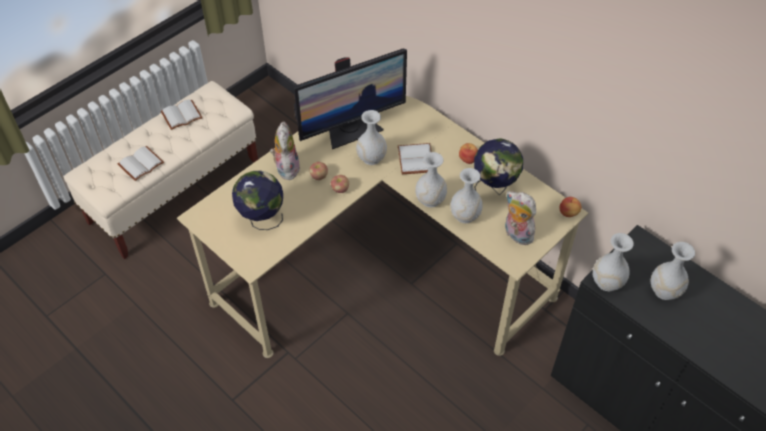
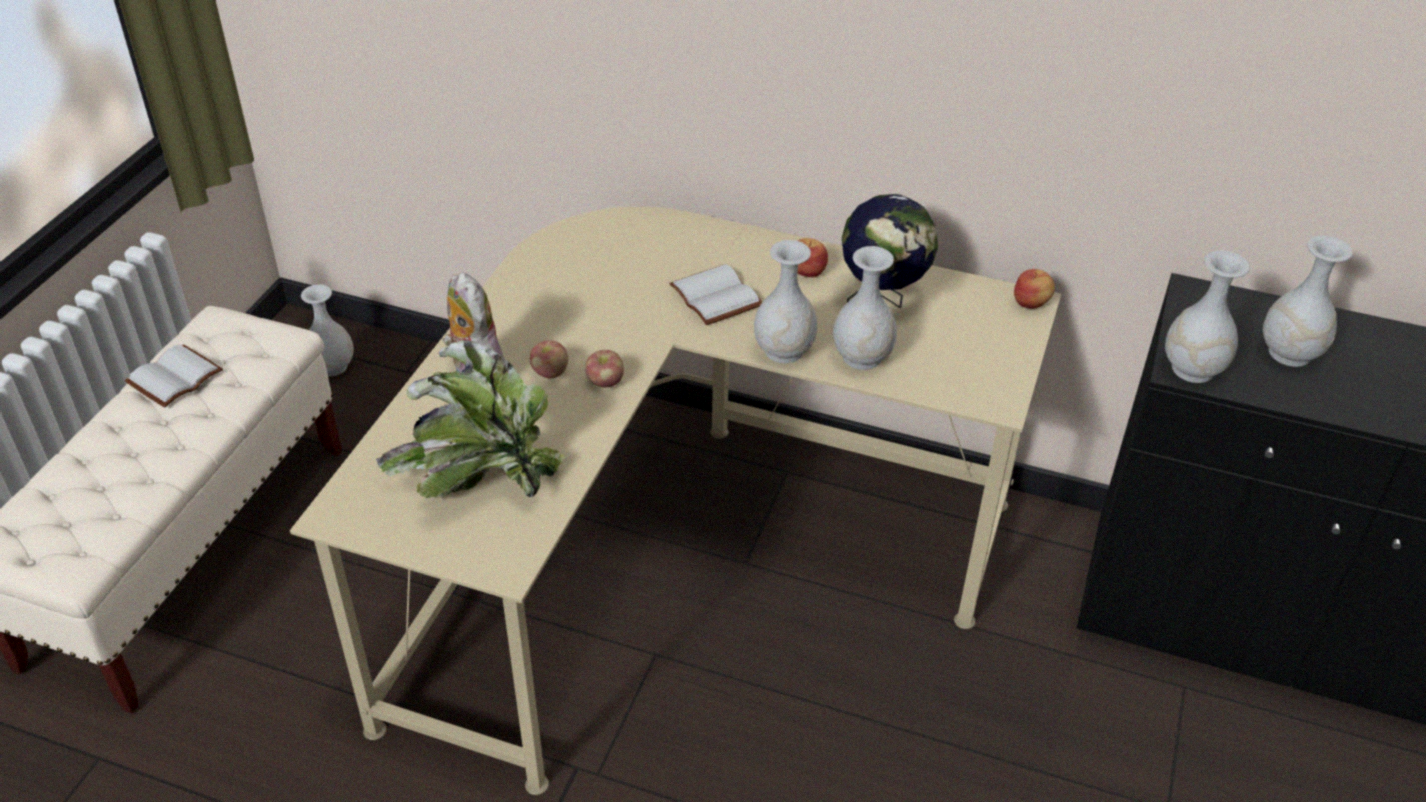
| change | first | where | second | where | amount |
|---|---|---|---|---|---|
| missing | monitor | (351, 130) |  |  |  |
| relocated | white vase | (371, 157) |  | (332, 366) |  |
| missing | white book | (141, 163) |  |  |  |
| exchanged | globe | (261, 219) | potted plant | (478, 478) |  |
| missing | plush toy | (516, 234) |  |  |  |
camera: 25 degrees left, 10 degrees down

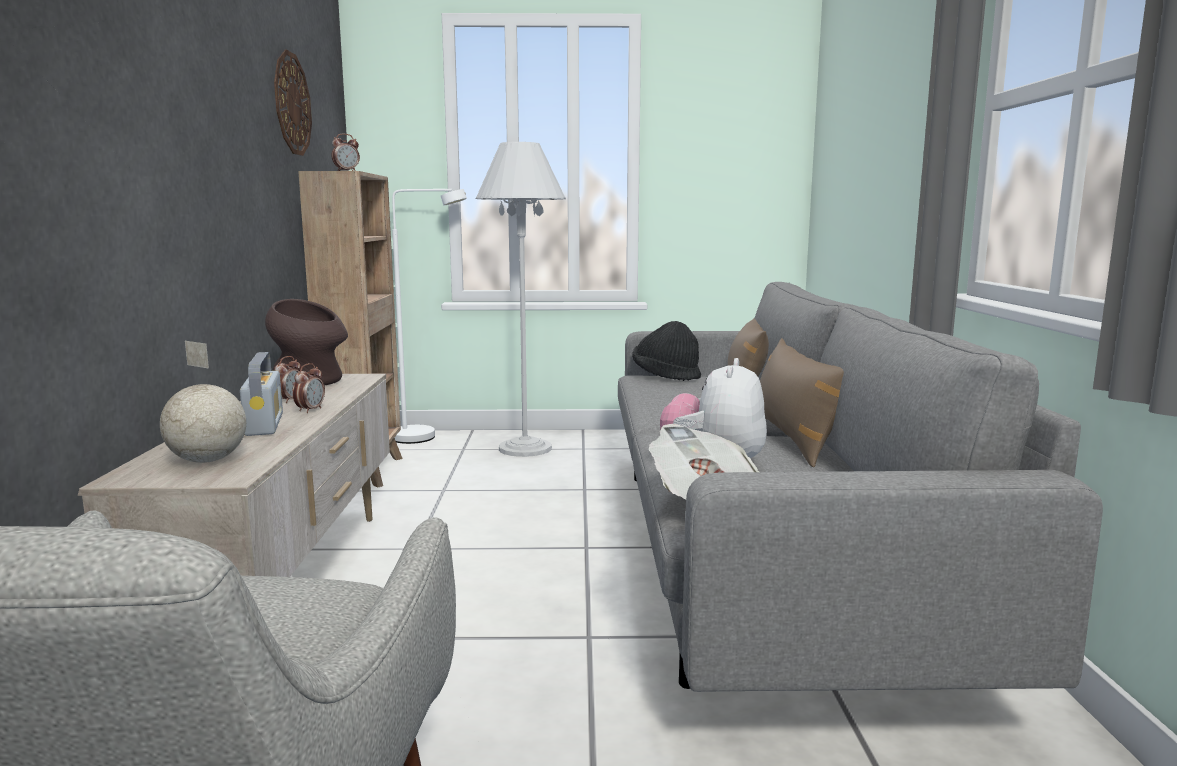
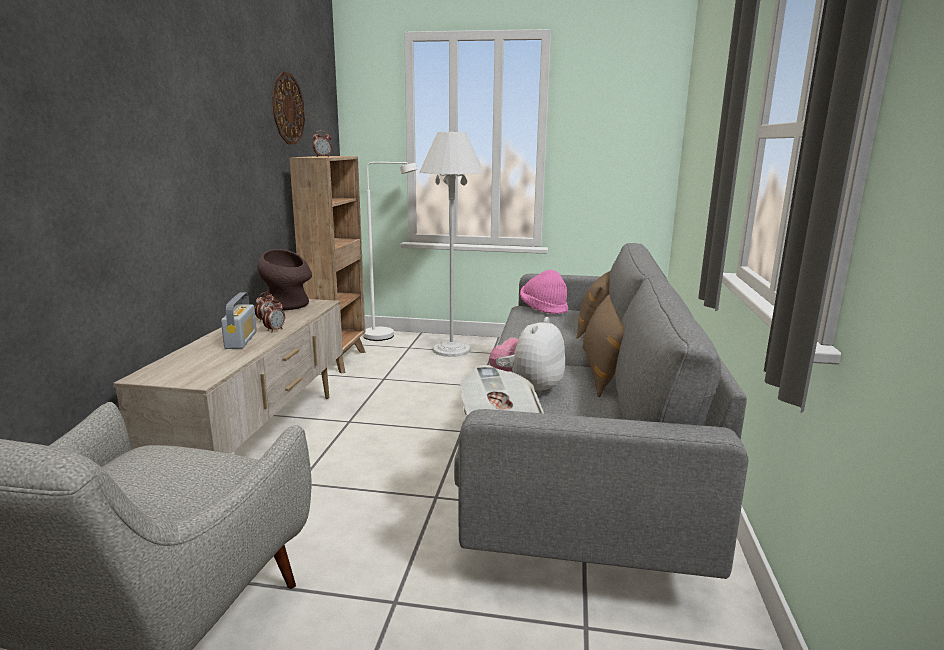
| change | first | where | second | where | amount |
|---|---|---|---|---|---|
| colour | black hat | (666, 376) | pink hat | (543, 309) |  |
| missing | globe | (207, 461) |  |  |  |
camera: 10 degrees right, 5 degrees up

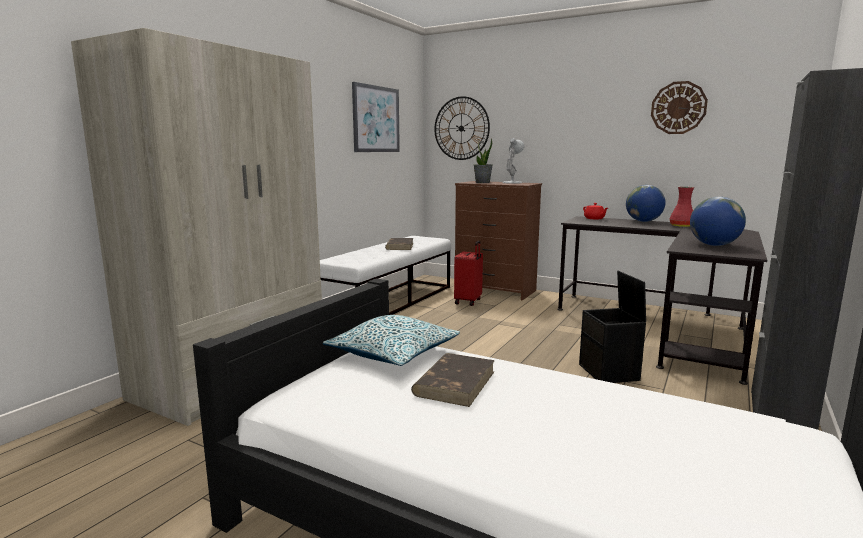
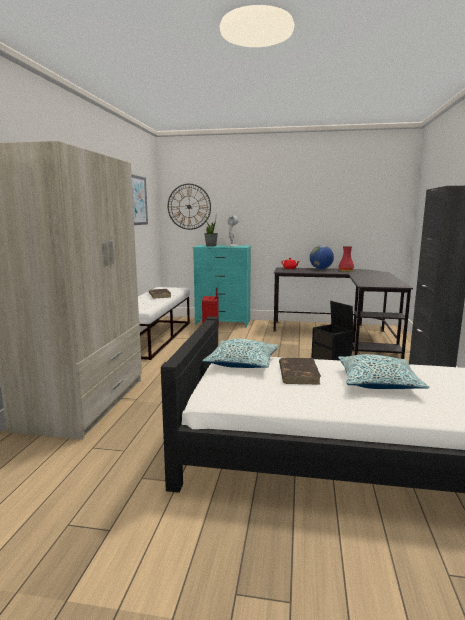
| change | first | where | second | where | amount |
|---|---|---|---|---|---|
| missing | wall clock | (678, 108) |  |  |  |
| colour | brown dresser | (495, 290) | turquoise dresser | (223, 322) |  |
| missing | globe | (714, 245) |  |  |  |
| appeared |  |  | pillow | (378, 382) |  |
camera: 20 degrees left, 0 degrees up

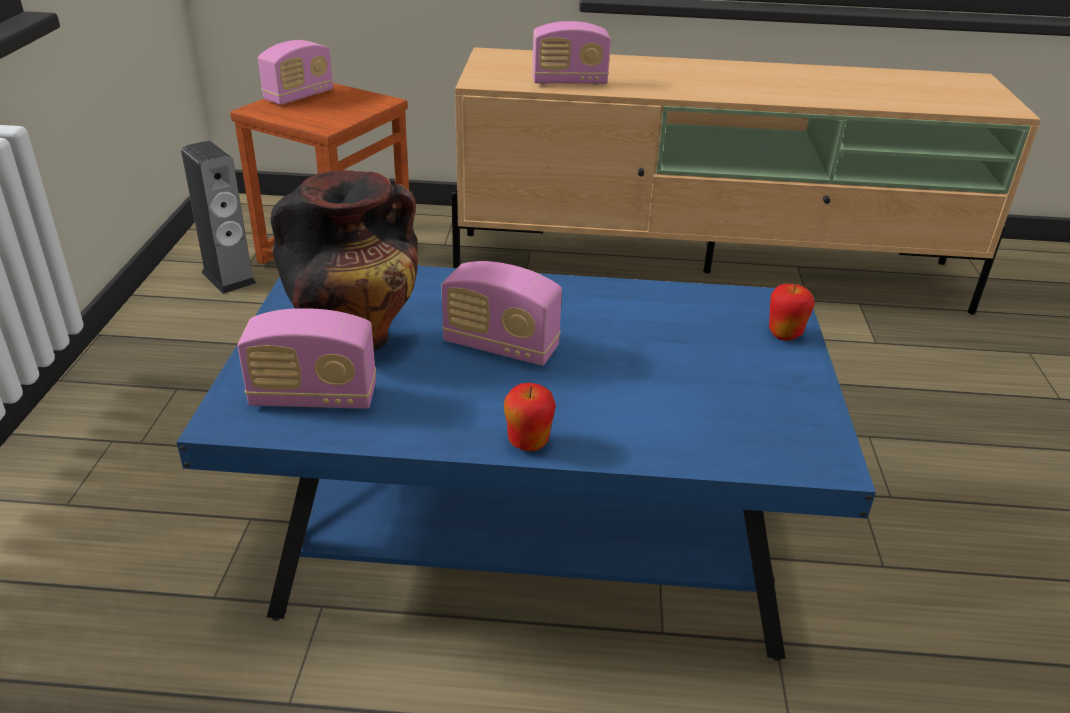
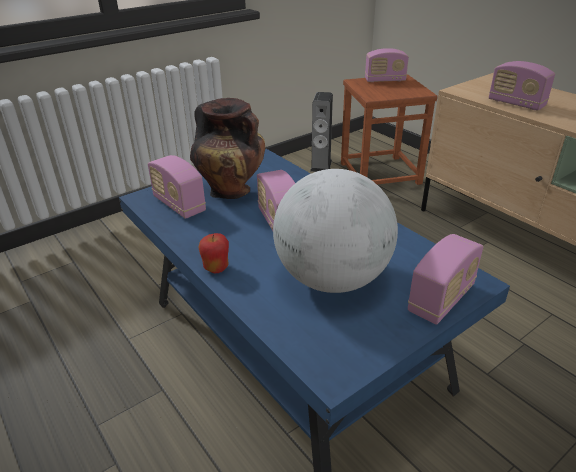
| change | first | where | second | where | amount |
|---|---|---|---|---|---|
| exchanged | apple | (784, 334) | radio | (441, 299) |  |
| appeared |  |  | globe | (332, 278) |  |
camera: 50 degrees right, 0 degrees up

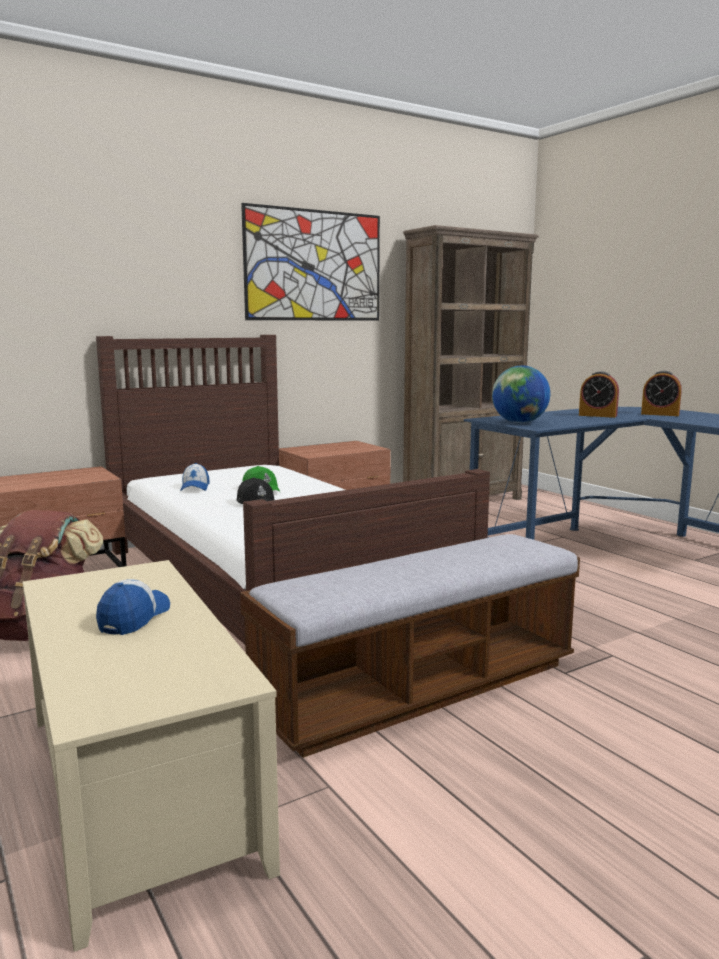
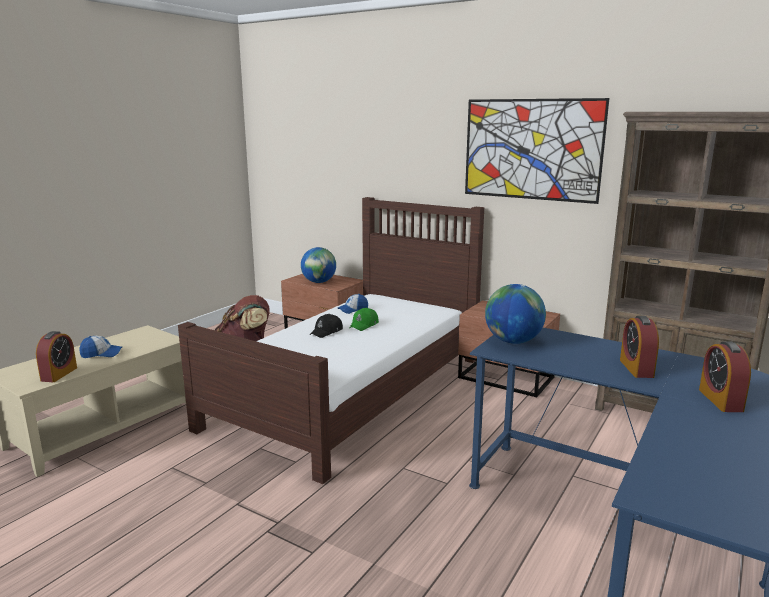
| change | first | where | second | where | amount |
|---|---|---|---|---|---|
| missing | bench | (420, 688) |  |  |  |
| appeared |  |  | globe | (319, 282) |  |
| appeared |  |  | alarm clock | (59, 374) |  |
camera: 65 degrees right, 5 degrees up

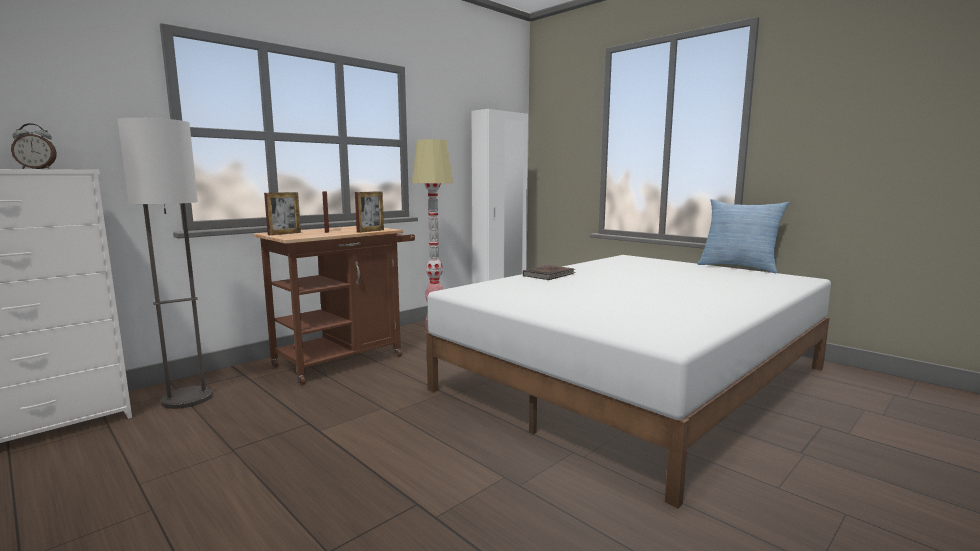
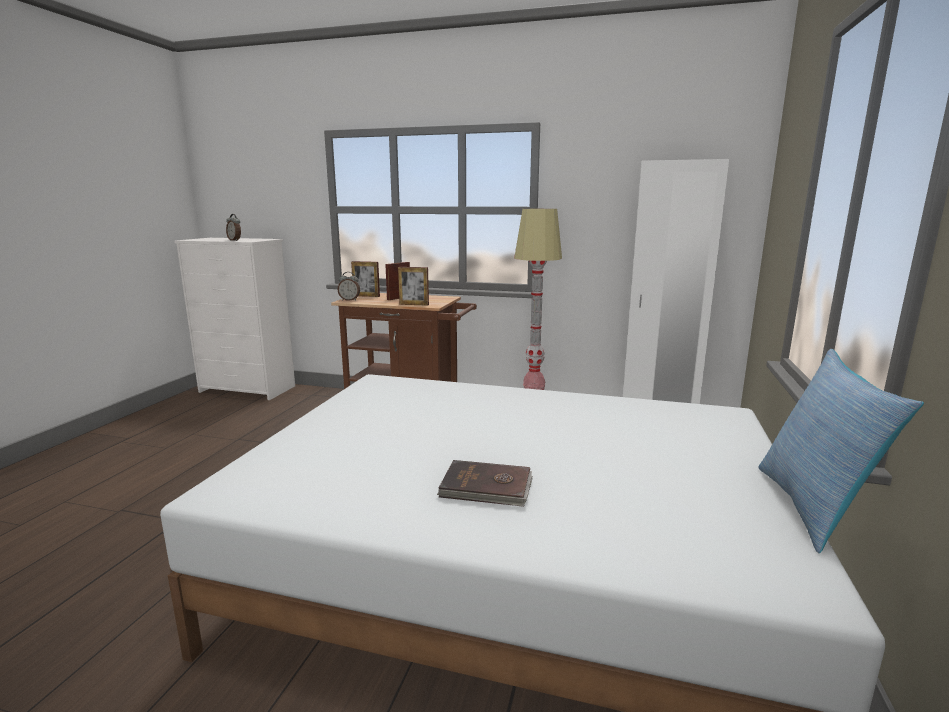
| change | first | where | second | where | amount |
|---|---|---|---|---|---|
| missing | floor lamp | (187, 399) |  |  |  |
| relocated | brown book | (549, 275) |  | (486, 487) |  |
| appeared |  |  | alarm clock | (349, 300) |  |
camera: 60 degrees right, 5 degrees up

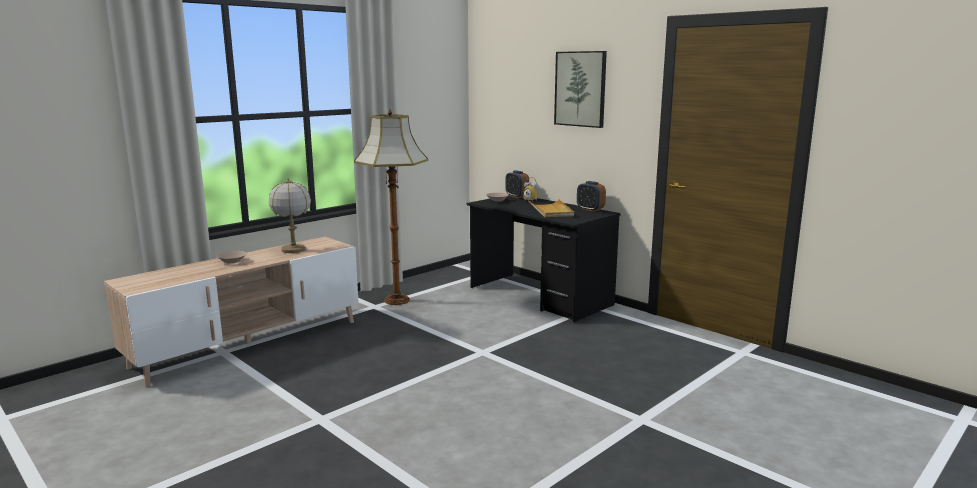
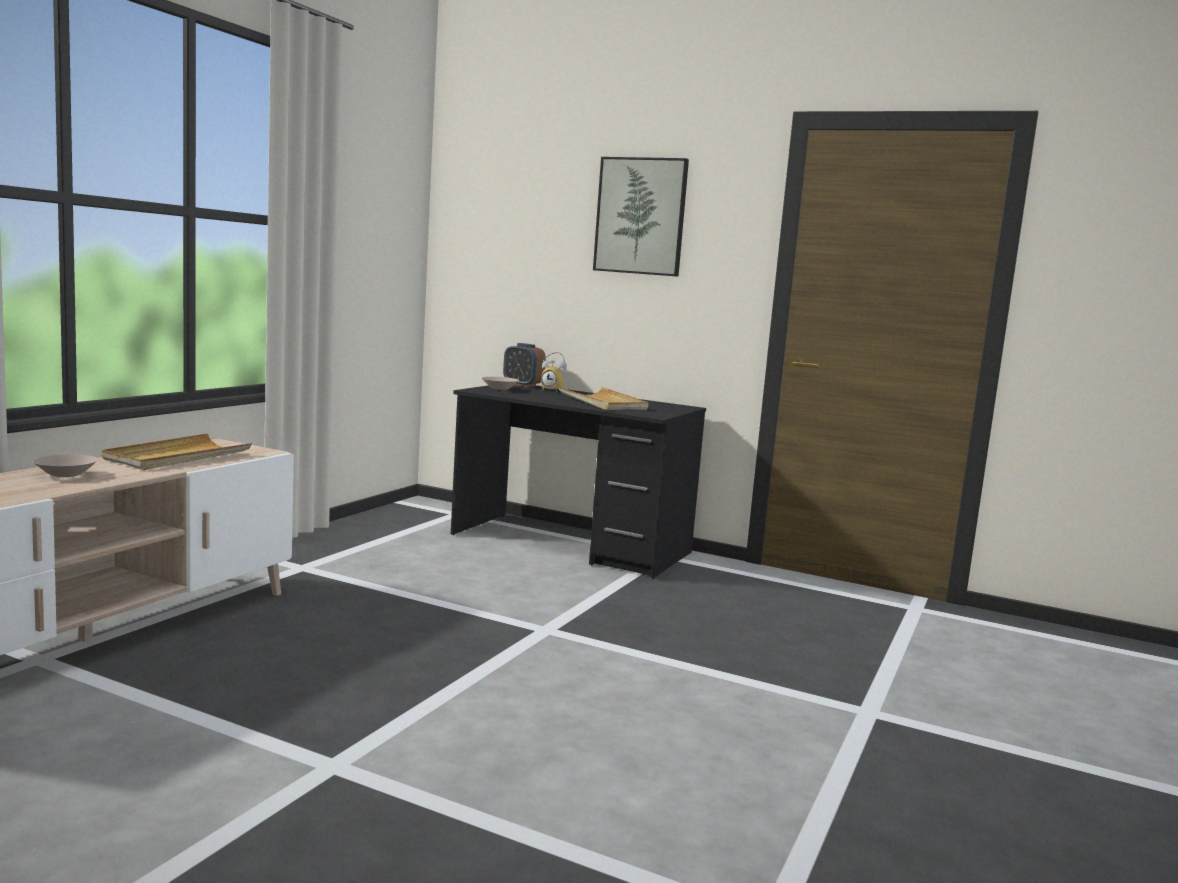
| change | first | where | second | where | amount |
|---|---|---|---|---|---|
| missing | floor lamp | (396, 301) |  |  |  |
| exchanged | table lamp | (293, 250) | beige tray | (177, 457) |  |
| missing | alarm clock | (590, 209) |  |  |  |
camera: 20 degrees left, 5 degrees down

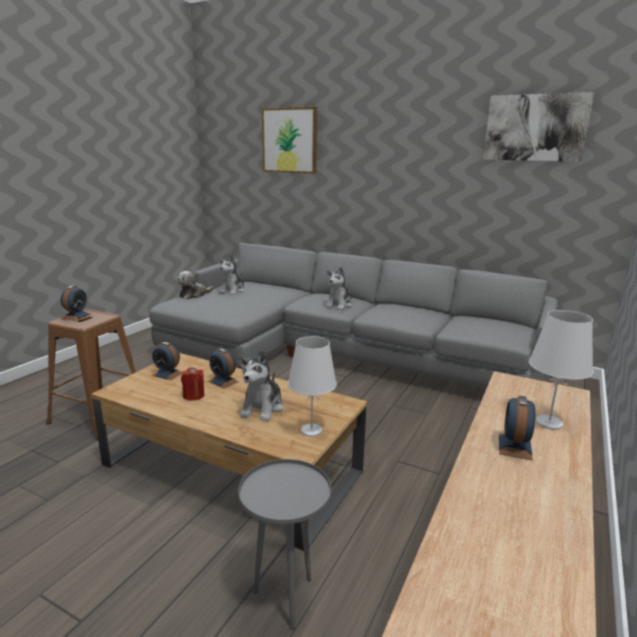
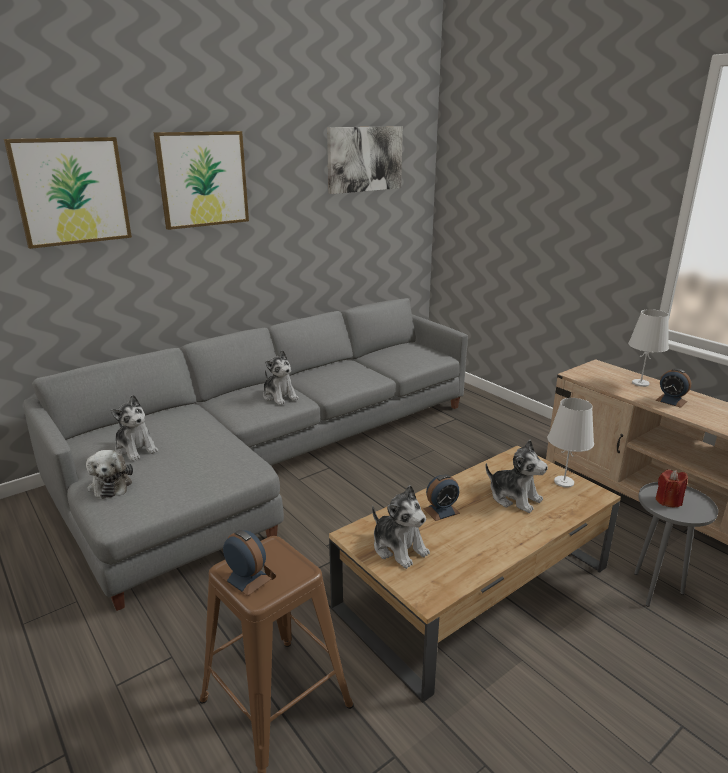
| change | first | where | second | where | amount |
|---|---|---|---|---|---|
| exchanged | alarm clock | (167, 374) | plush toy | (399, 548) |  |
| relocated | red candle | (193, 395) |  | (668, 501) |  |
| appeared |  |  | picture | (203, 179) |  |
camera: 65 degrees left, 5 degrees up

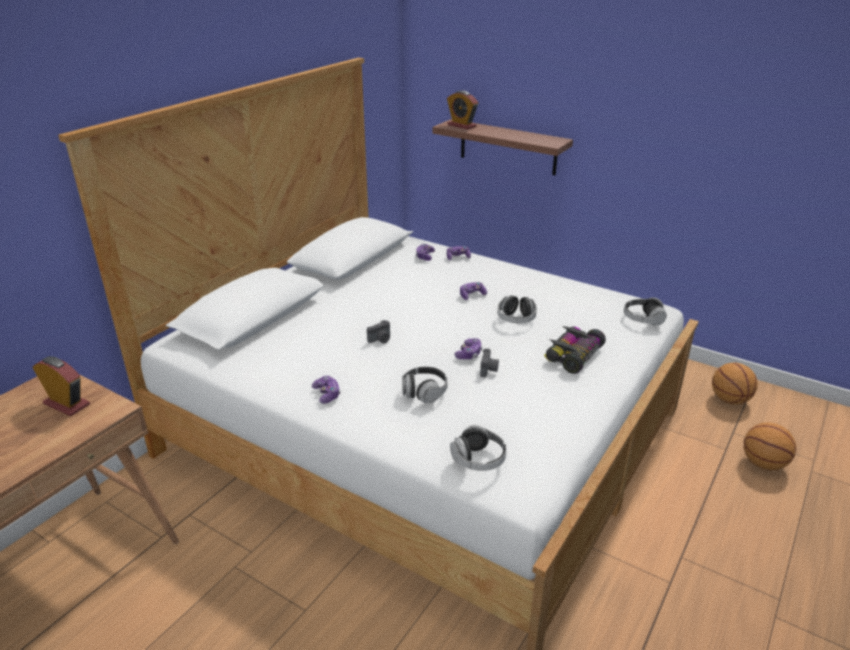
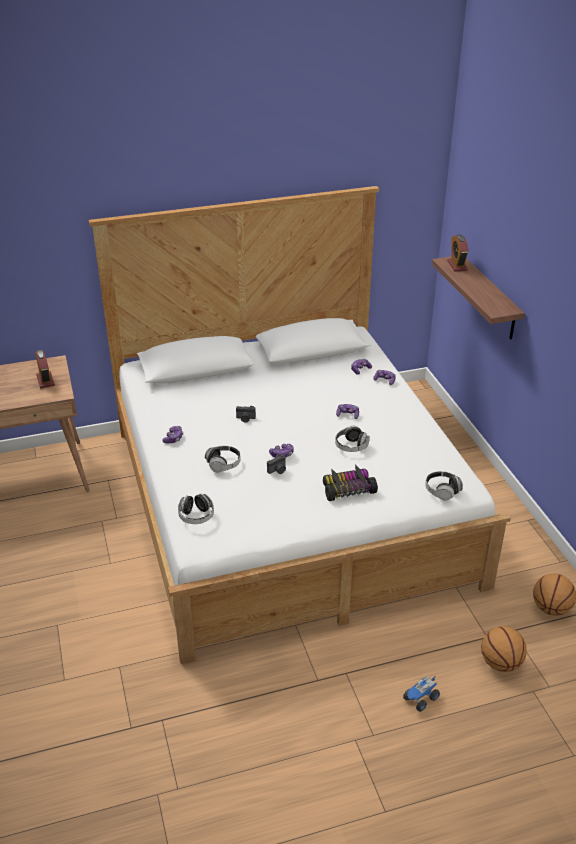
| change | first | where | second | where | amount |
|---|---|---|---|---|---|
| appeared |  |  | toy truck | (420, 699) |  |
camera: 40 degrees right, 5 degrees up

